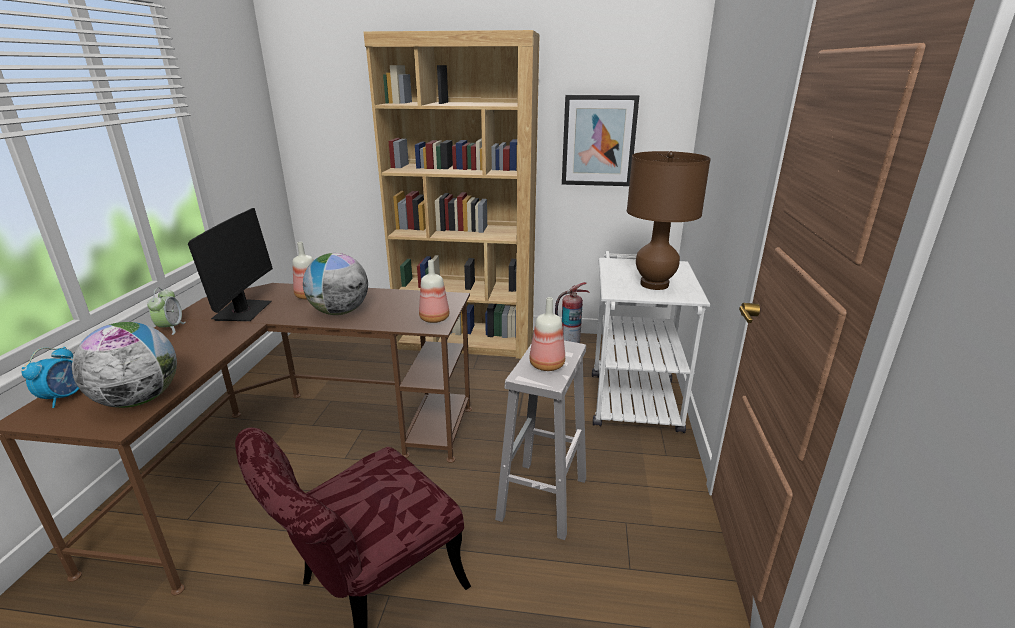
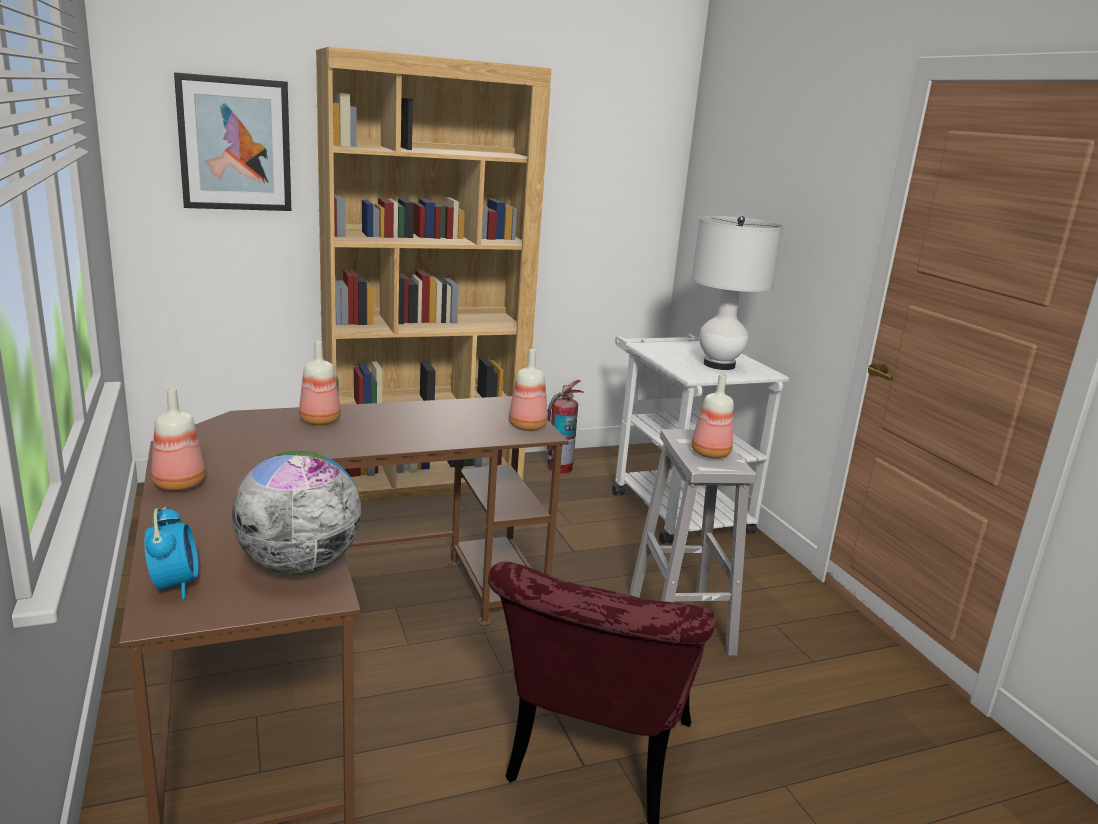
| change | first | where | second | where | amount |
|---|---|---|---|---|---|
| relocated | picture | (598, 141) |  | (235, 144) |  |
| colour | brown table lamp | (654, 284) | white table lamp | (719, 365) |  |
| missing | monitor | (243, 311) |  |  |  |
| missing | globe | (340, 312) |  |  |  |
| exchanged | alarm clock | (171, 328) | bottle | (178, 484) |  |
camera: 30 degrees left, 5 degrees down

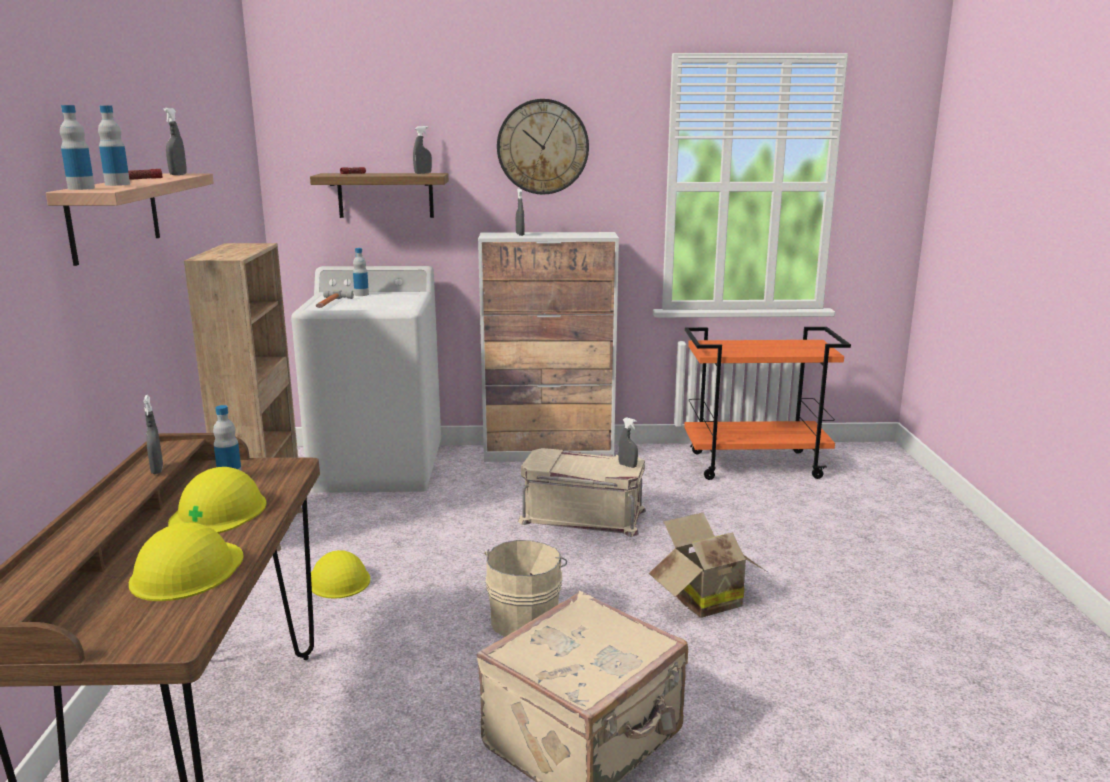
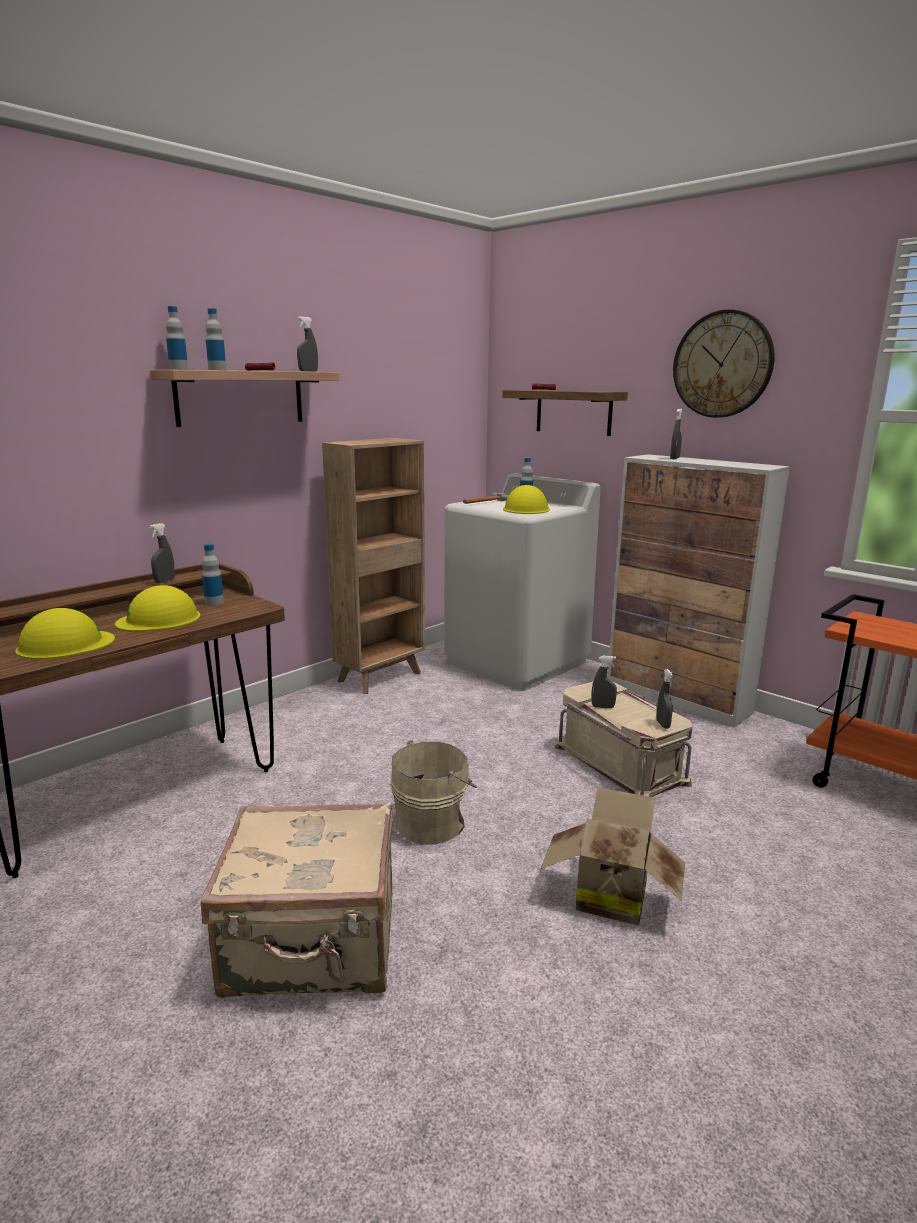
| change | first | where | second | where | amount |
|---|---|---|---|---|---|
| relocated | grey spray bottle | (423, 173) |  | (603, 707) |  |
| relocated | yellow hard hat | (338, 580) |  | (526, 509) |  |
camera: 45 degrees right, 0 degrees up

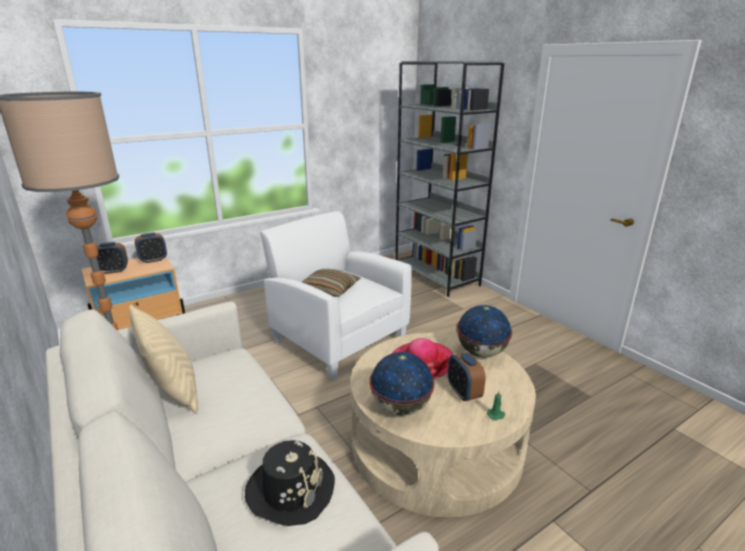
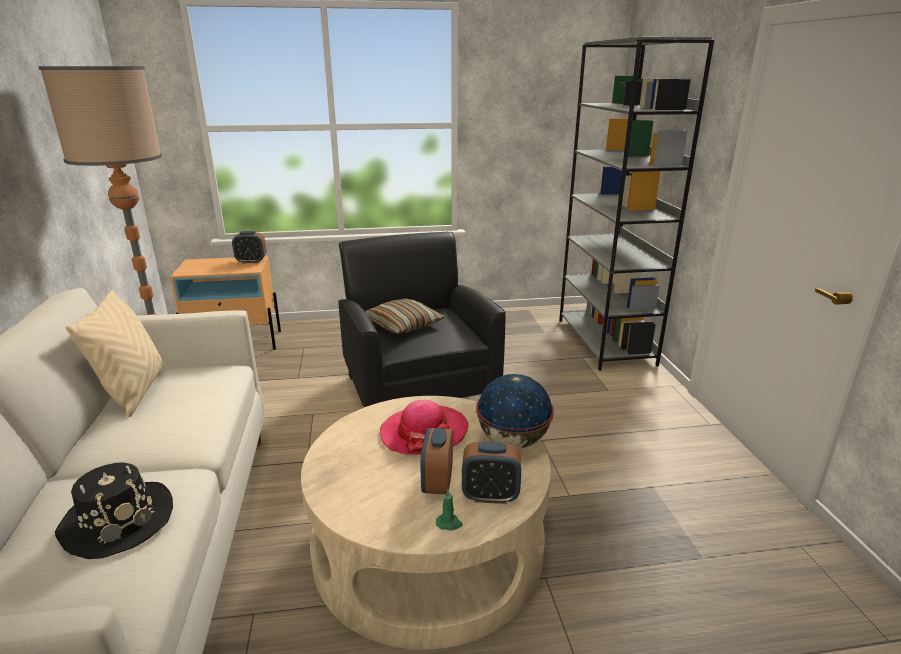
| change | first | where | second | where | amount |
|---|---|---|---|---|---|
| colour | white armchair | (338, 340) | black armchair | (418, 391) |  |
| relocated | alarm clock | (113, 271) |  | (490, 495) |  |
| missing | globe | (400, 408) |  |  |  |
camera: 25 degrees right, 0 degrees up

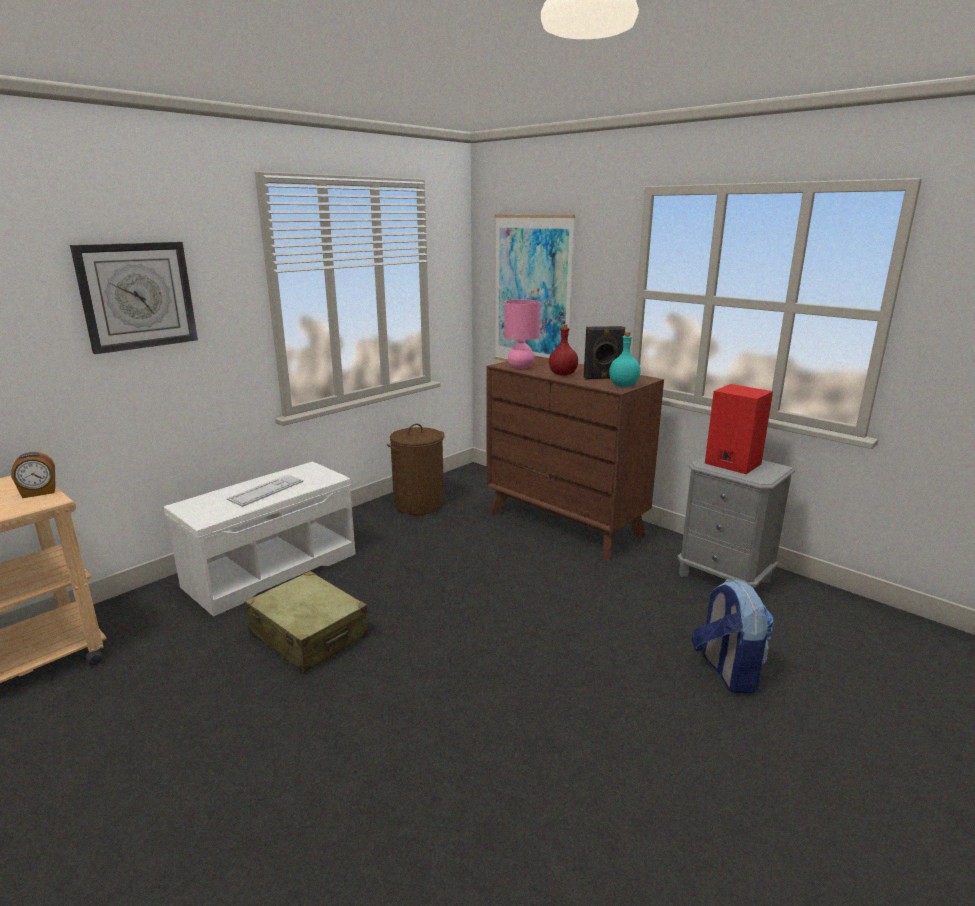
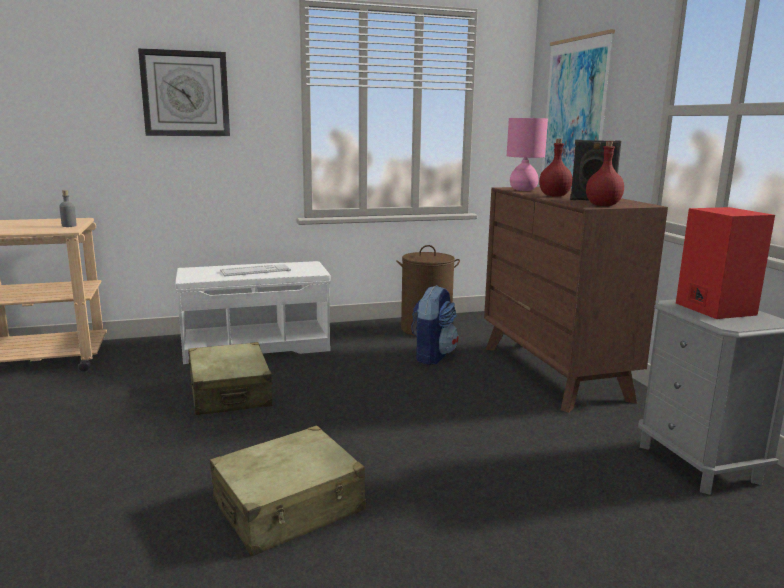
| change | first | where | second | where | amount |
|---|---|---|---|---|---|
| colour | turquoise bottle | (623, 385) | red bottle | (602, 205) |  |
| exchanged | alarm clock | (39, 492) | grey bottle | (69, 226) |  |
| relocated | backpack | (727, 671) |  | (432, 356) |  |
| appeared |  |  | beige suitcase | (289, 507) |  |
camera: 30 degrees right, 5 degrees down

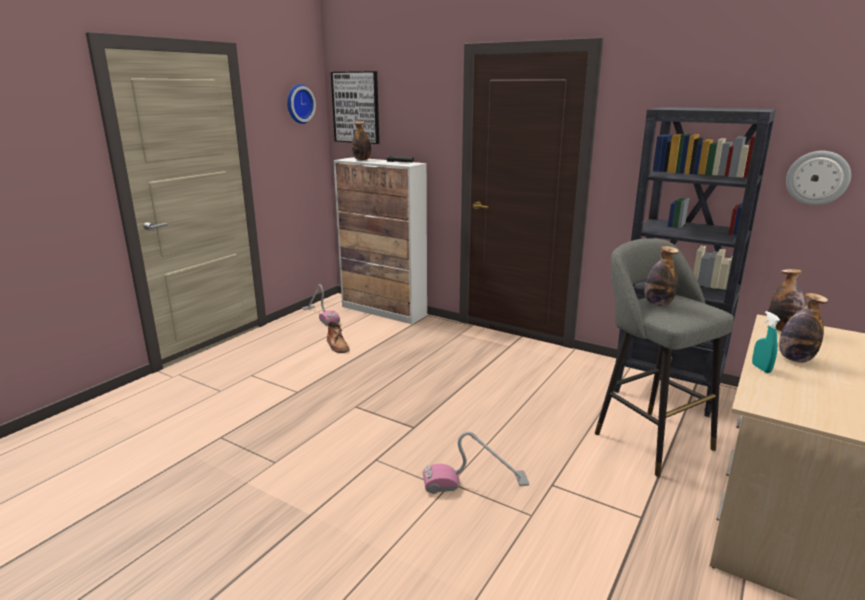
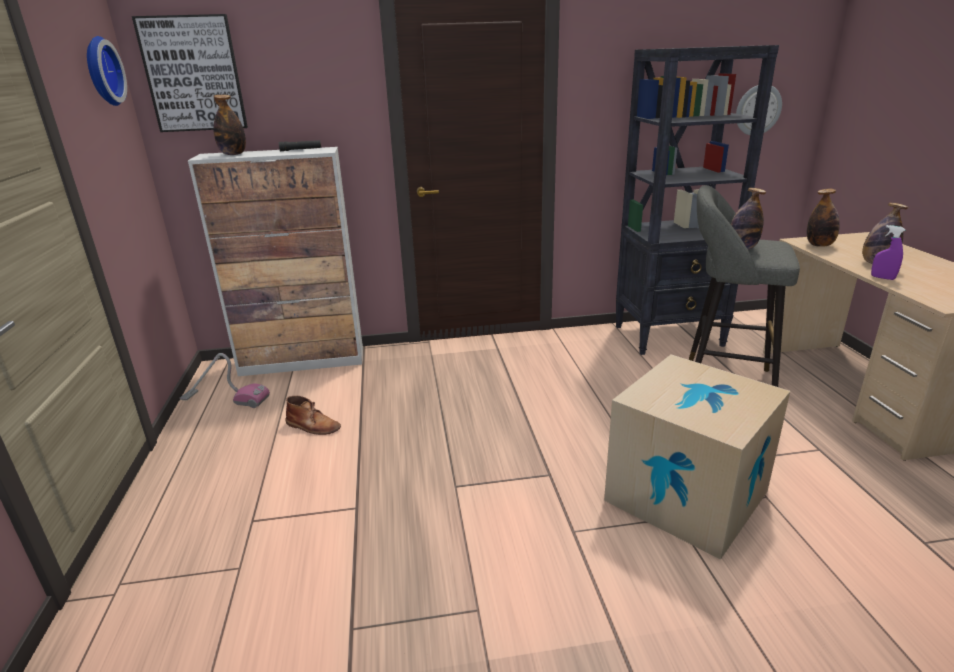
| change | first | where | second | where | amount |
|---|---|---|---|---|---|
| colour | turquoise spray bottle | (761, 368) | purple spray bottle | (882, 278) |  |
| exchanged | vacuum cleaner | (475, 482) | cardboard box | (686, 496) |  |
camera: 40 degrees left, 5 degrees up

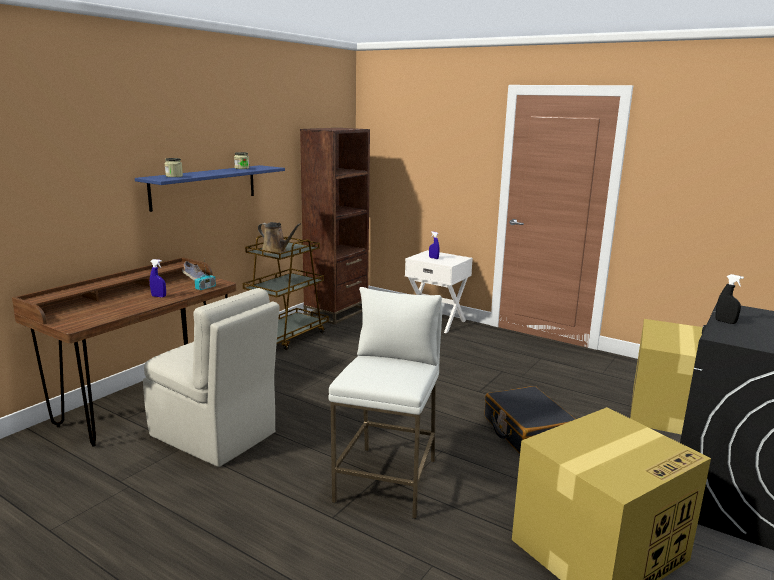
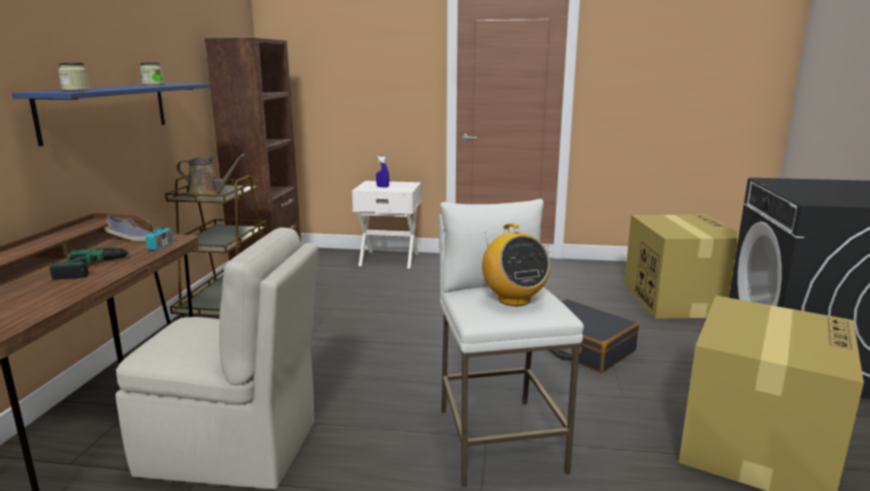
| change | first | where | second | where | amount |
|---|---|---|---|---|---|
| exchanged | blue spray bottle | (158, 296) | power drill | (99, 267) |  |
| missing | black spray bottle | (725, 322) |  |  |  |
| appeared |  |  | radio | (513, 299) |  |
camera: 25 degrees left, 0 degrees up

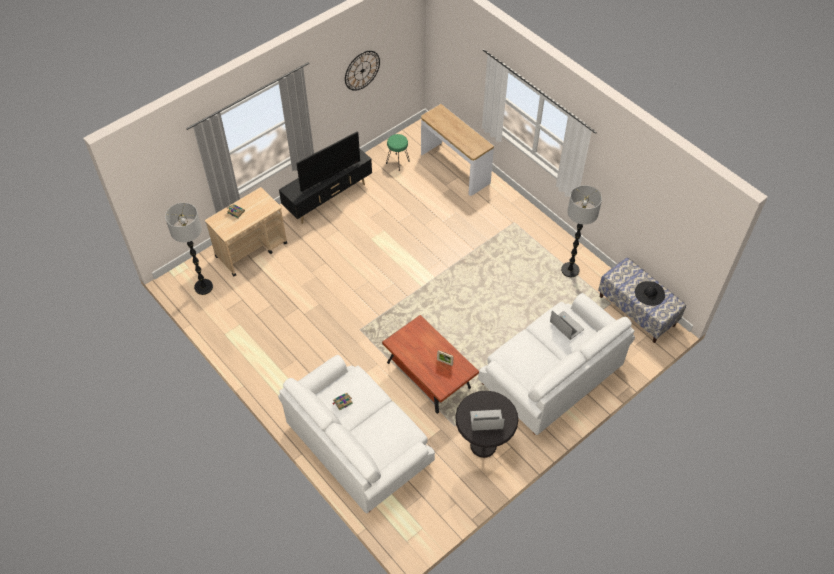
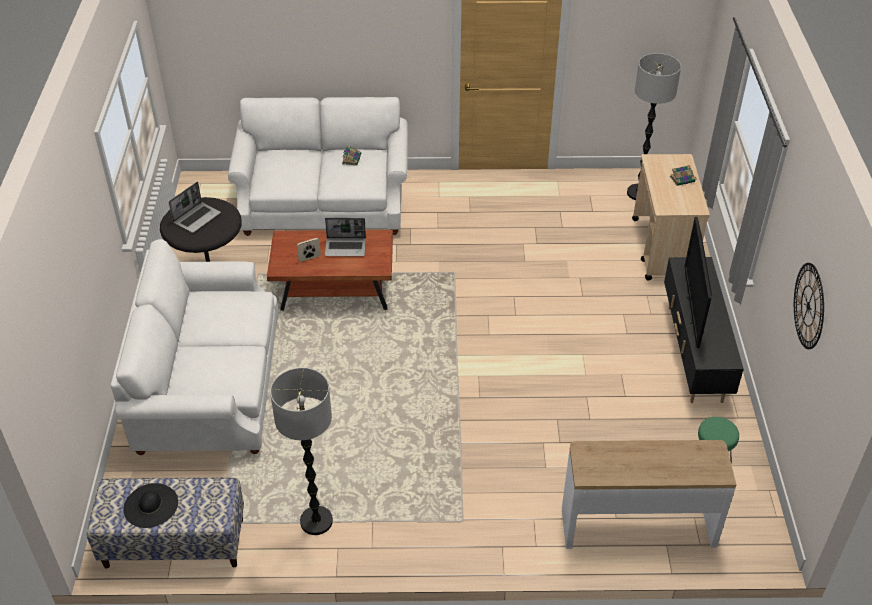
| change | first | where | second | where | amount |
|---|---|---|---|---|---|
| relocated | laptop | (566, 326) |  | (346, 247) |  |
camera: 130 degrees right, 10 degrees down

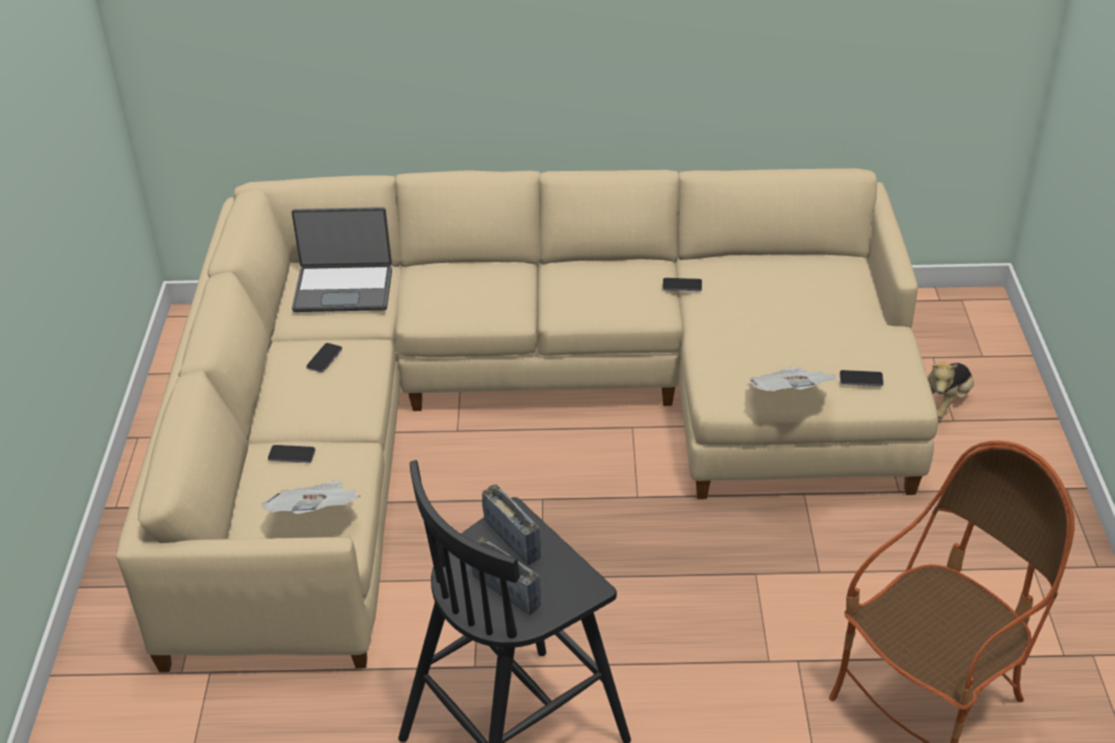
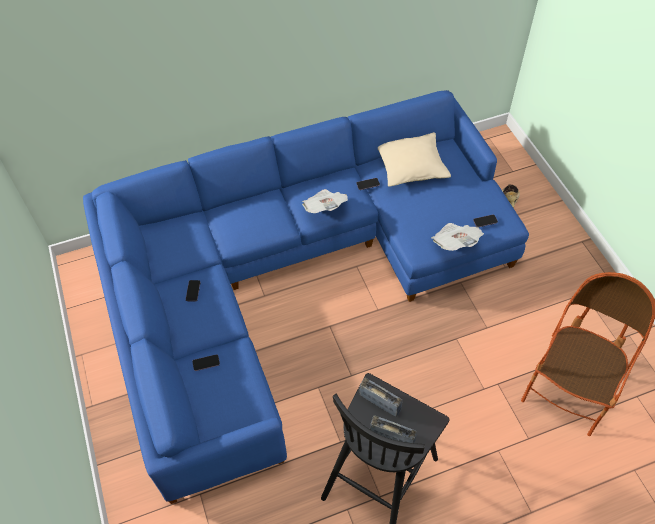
| change | first | where | second | where | amount |
|---|---|---|---|---|---|
| colour | beige sofa | (519, 414) | blue sofa | (293, 275) |  |
| missing | laptop | (343, 289) |  |  |  |
| relocated | newspaper | (316, 515) |  | (324, 208) |  |
| appeared |  |  | beige pillow | (411, 166) |  |
camera: 20 degrees left, 15 degrees up

